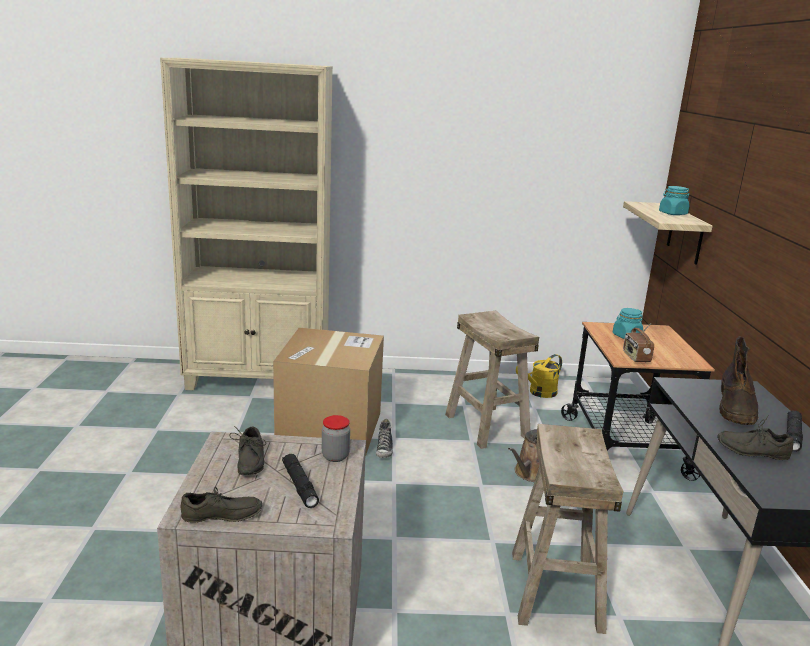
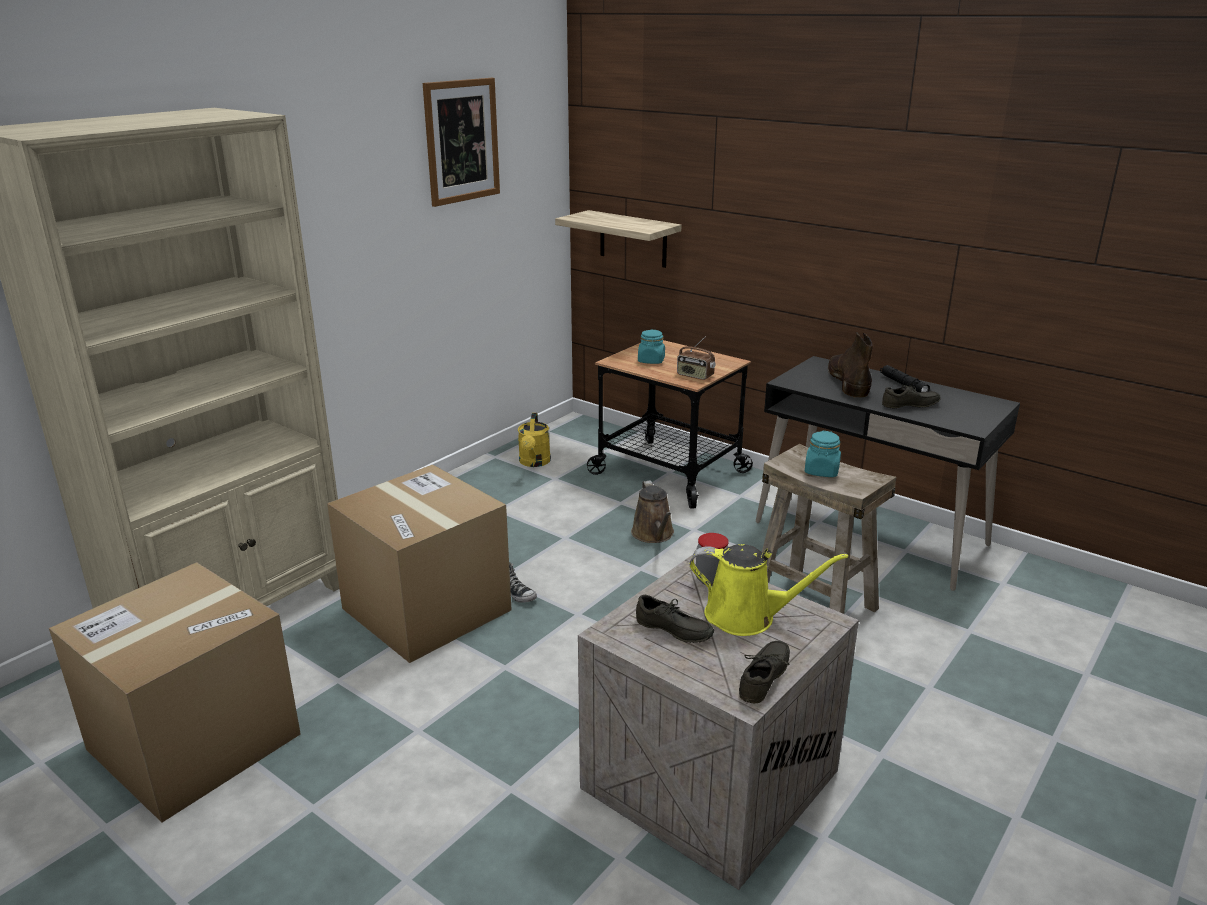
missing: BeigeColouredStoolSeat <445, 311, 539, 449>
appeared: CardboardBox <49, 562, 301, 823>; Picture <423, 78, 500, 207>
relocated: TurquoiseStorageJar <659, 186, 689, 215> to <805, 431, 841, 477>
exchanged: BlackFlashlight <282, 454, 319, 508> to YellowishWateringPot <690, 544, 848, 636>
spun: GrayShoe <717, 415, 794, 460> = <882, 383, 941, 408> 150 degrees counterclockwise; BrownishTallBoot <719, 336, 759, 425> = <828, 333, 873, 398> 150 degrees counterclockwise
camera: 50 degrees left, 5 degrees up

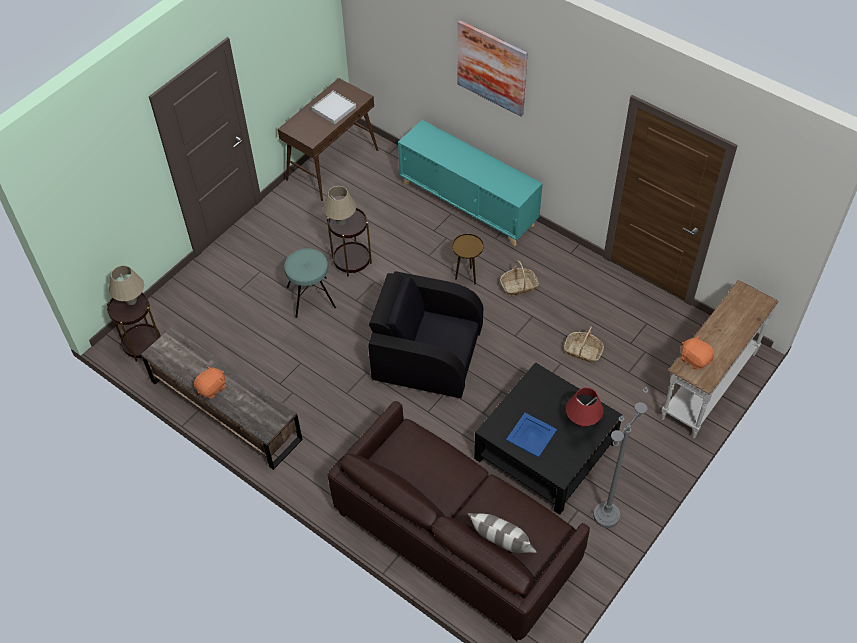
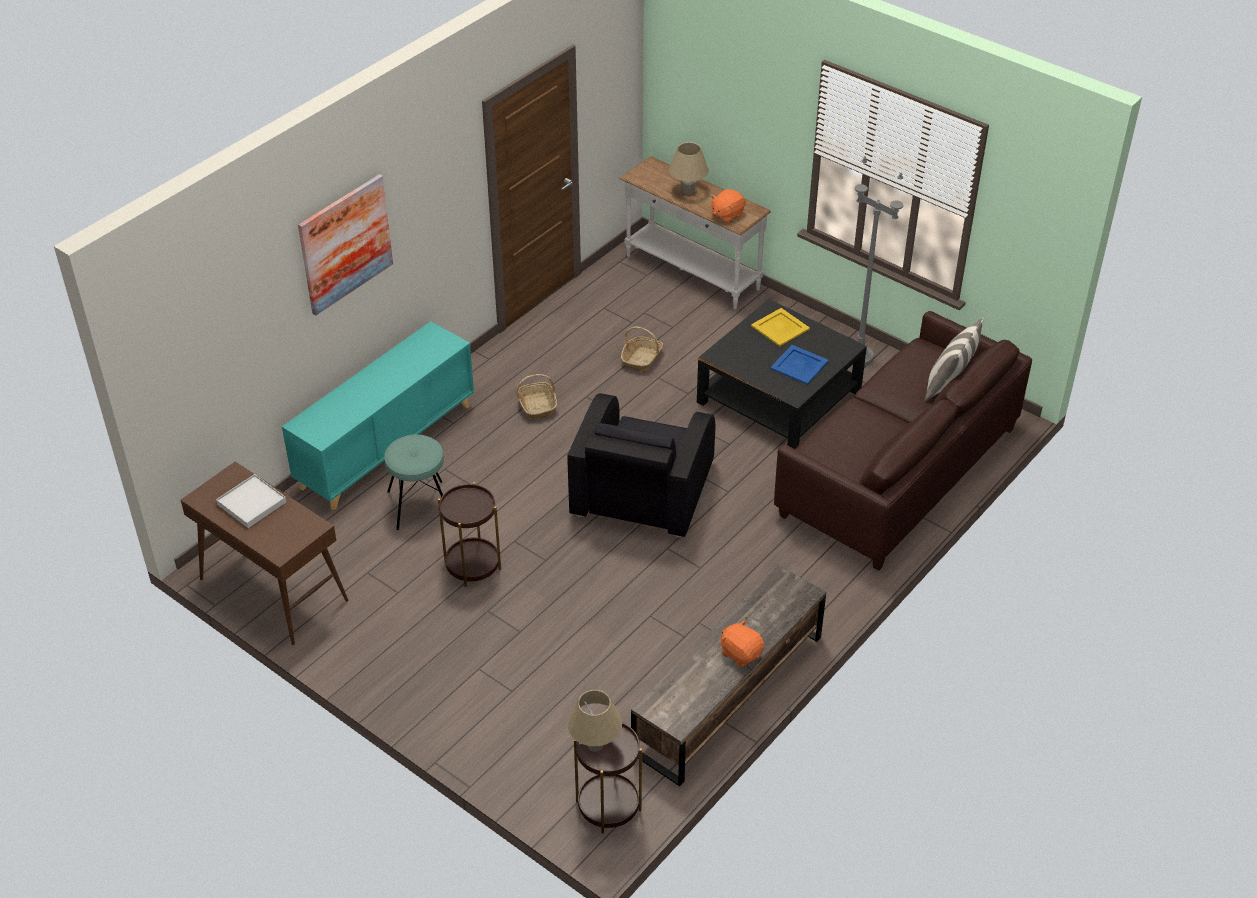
missing: BrownishSideTable <452, 234, 484, 285>
relocated: TurquoiseStoolSeat <284, 248, 336, 318> to <384, 435, 444, 530>; BeigeColouredLampForATable <323, 186, 356, 225> to <669, 142, 709, 195>
exchanged: RedColouredLampForATable <566, 387, 604, 427> to YellowishServingTray <751, 308, 810, 346>
camera: 90 degrees left, 10 degrees down

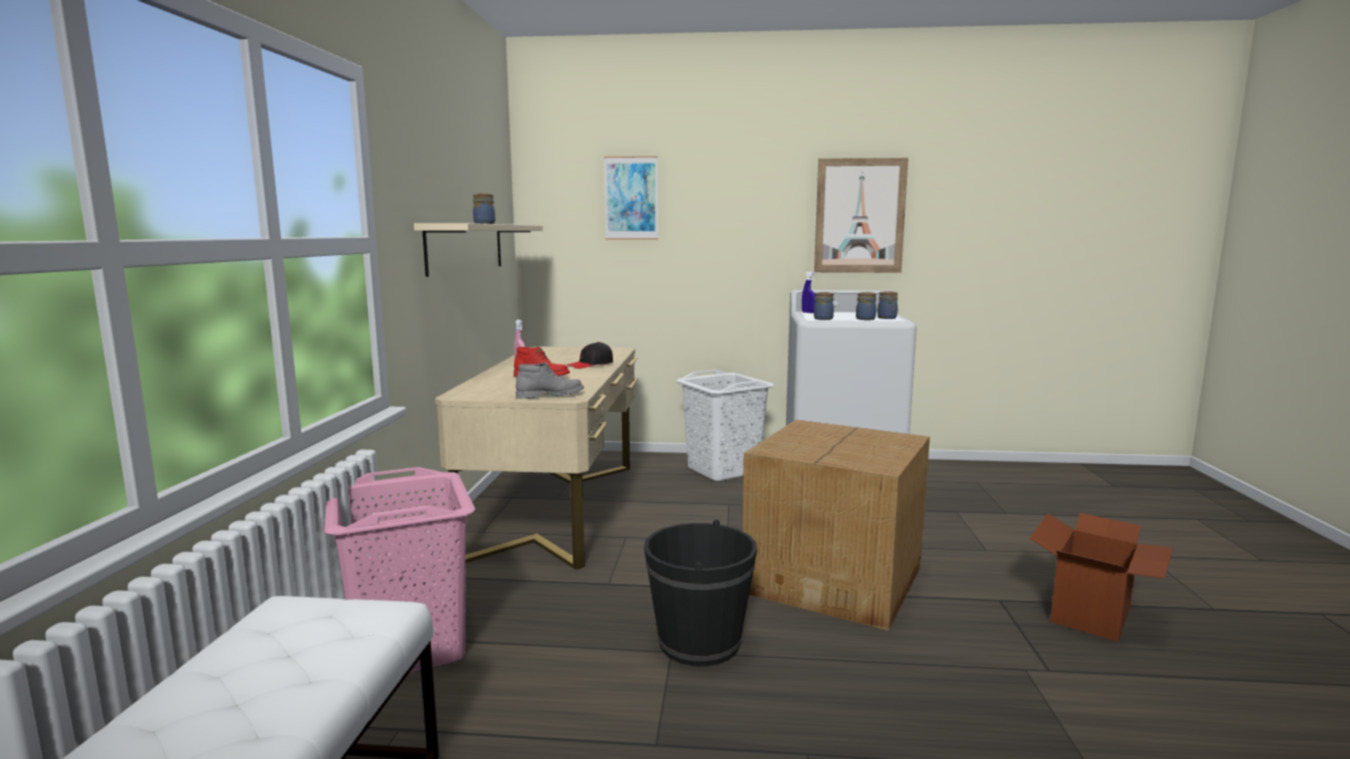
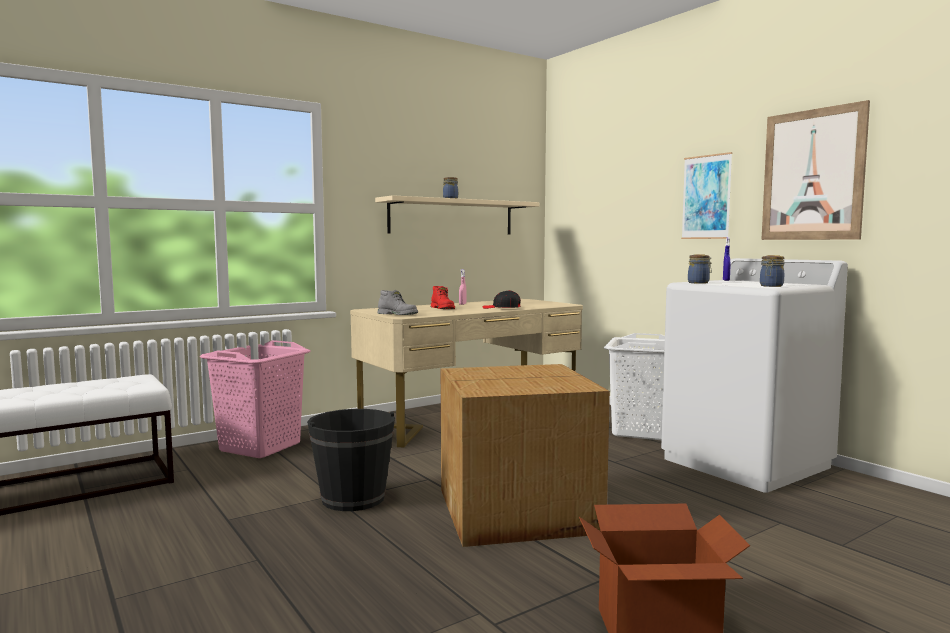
missing: StorageJar <856, 292, 876, 320>
relocated: Picture <604, 156, 658, 240> to <681, 152, 733, 239>
camera: 50 degrees right, 5 degrees down

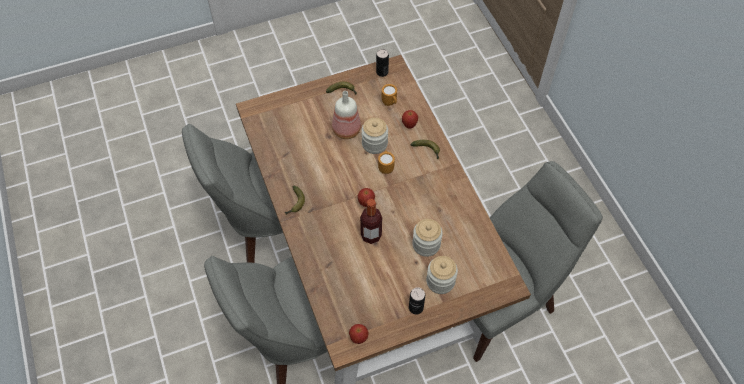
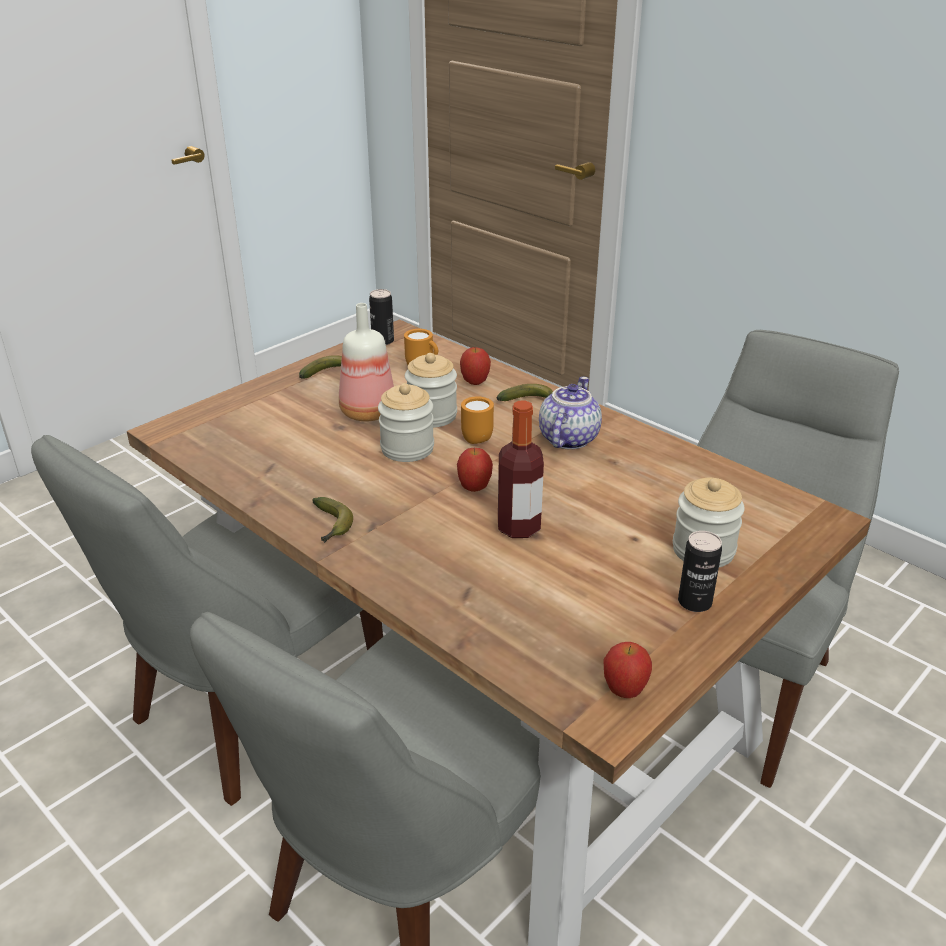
appeared: Teapot <539, 377, 602, 449>
relocated: StorageJar <412, 219, 443, 257> to <378, 383, 434, 462>
camera: 25 degrees left, 25 degrees down

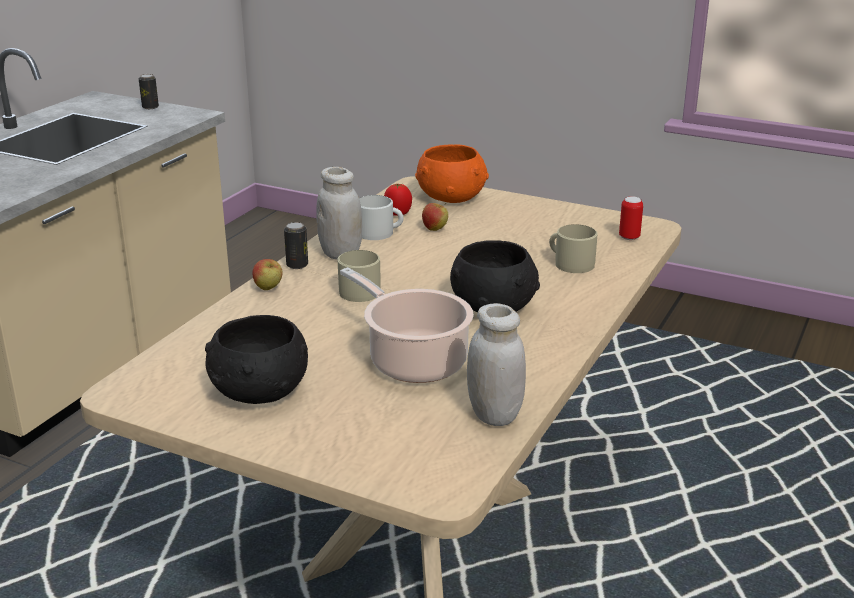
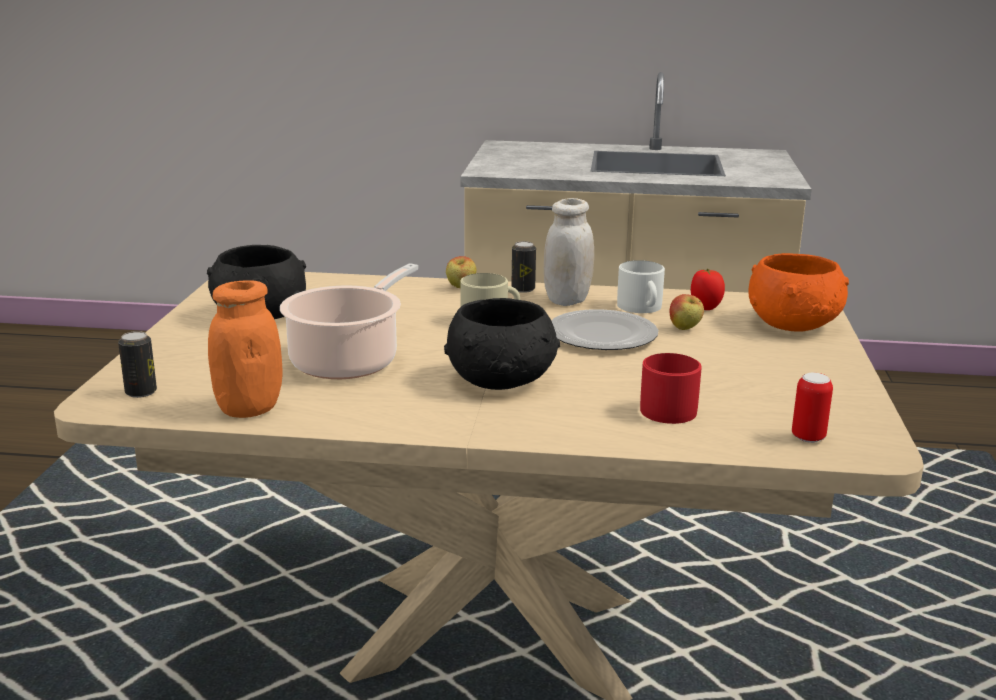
appeared: Plate <551, 309, 658, 350>
relocated: MetalCan <139, 74, 159, 109> to <118, 331, 157, 398>
colour: WhiteStorageJar <467, 303, 526, 426> to OrangeColouredStorageJar <208, 280, 283, 418>; BeigeColouredMug <549, 224, 598, 273> to RedColouredMug <640, 353, 702, 424>
camera: 70 degrees right, 5 degrees down

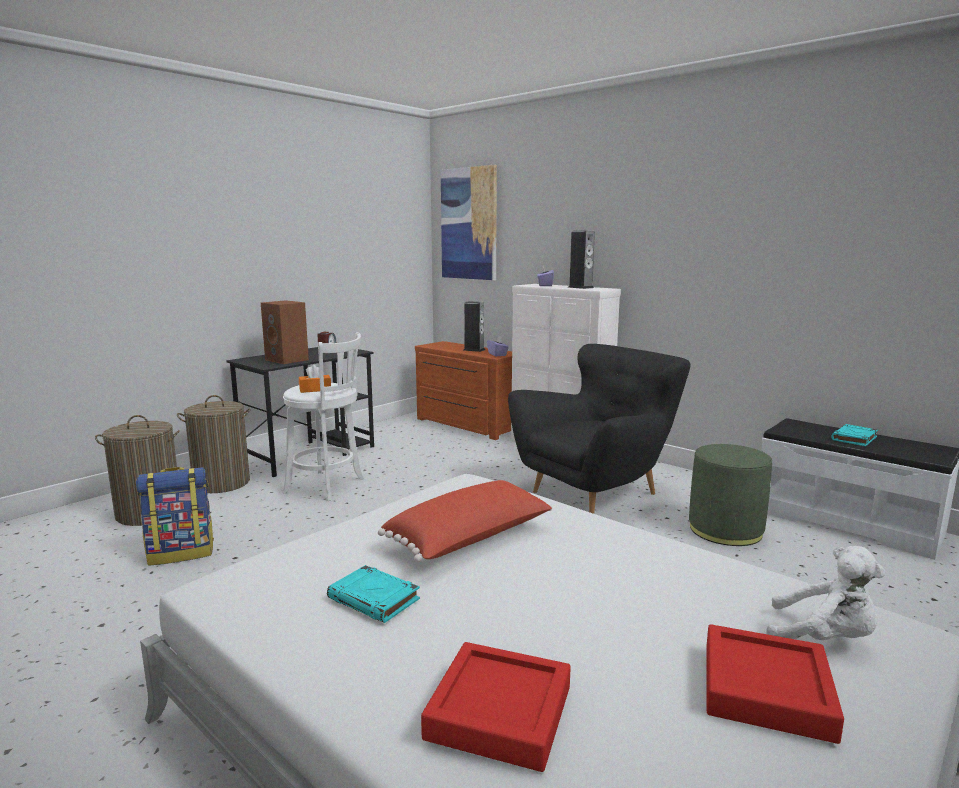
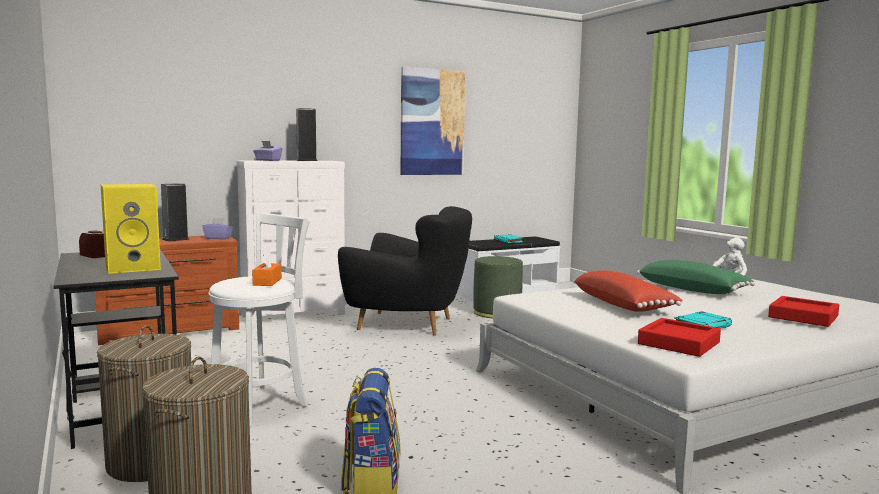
appeared: GreenishThrowPillow <637, 260, 755, 294>
relocated: Picture <441, 165, 497, 280> to <400, 67, 465, 175>; RedColouredServingTray <707, 624, 844, 744> to <638, 318, 721, 357>
colour: BrownishLoudspeaker <261, 300, 309, 364> to YellowishLoudspeaker <101, 184, 161, 274>
spun: BlackArmchair <508, 344, 690, 514> = <338, 206, 472, 336> 120 degrees clockwise
camera: 70 degrees left, 5 degrees down

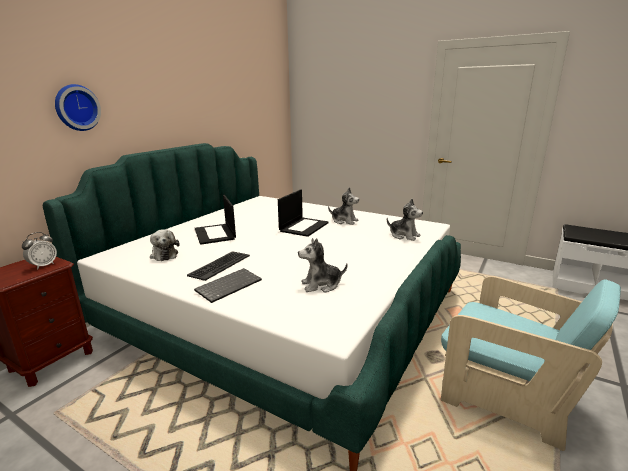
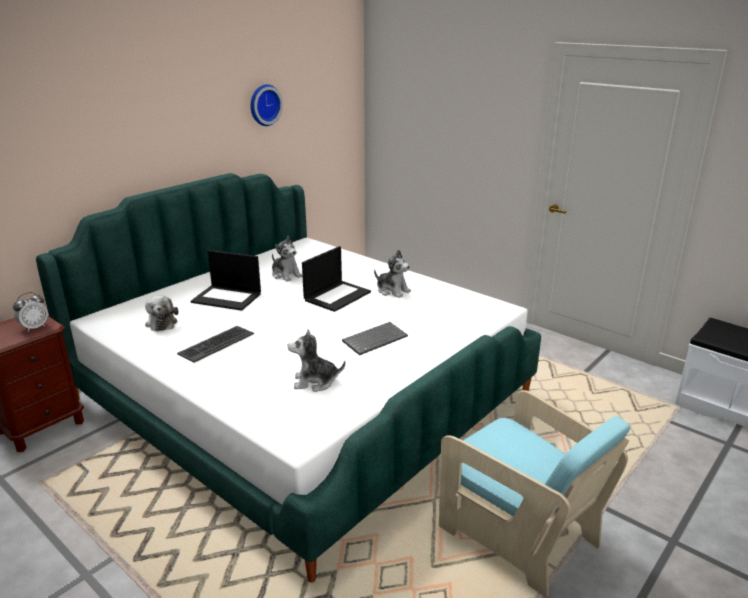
relocated: ClockOnTheWall <55, 84, 101, 131> to <251, 84, 283, 126>; PcKeyboard <194, 268, 262, 303> to <342, 322, 408, 355>; CuddlyToy <387, 199, 423, 241> to <272, 236, 302, 282>
spun: PortableComputer <195, 195, 236, 245> = <191, 250, 261, 311> 60 degrees counterclockwise
camera: 10 degrees right, 5 degrees up

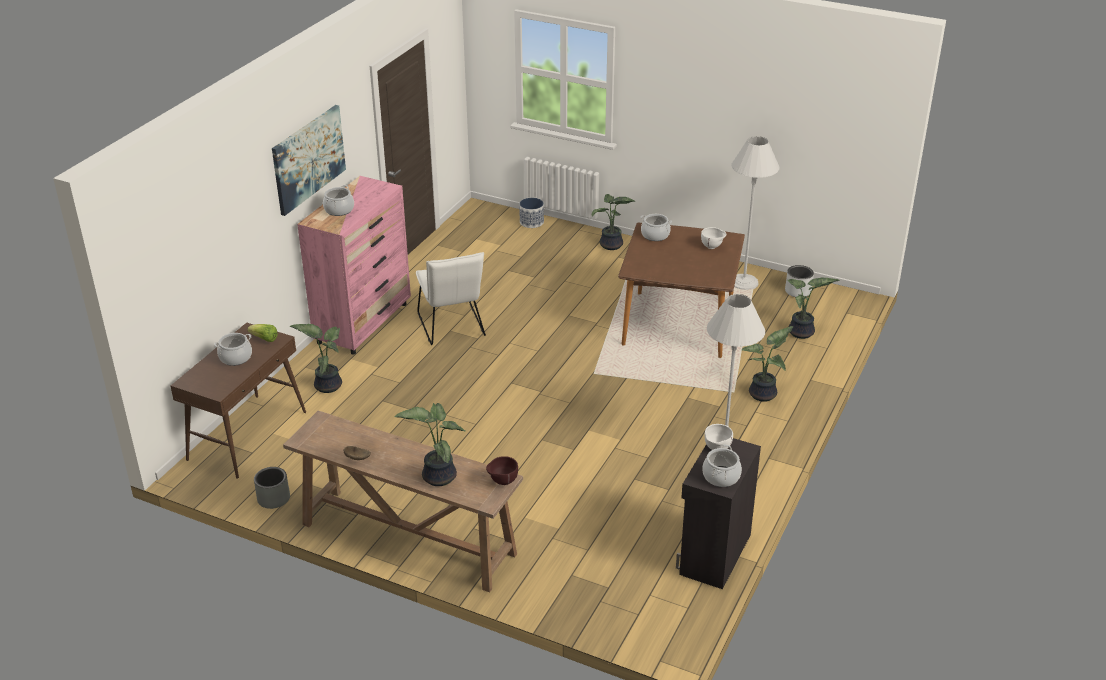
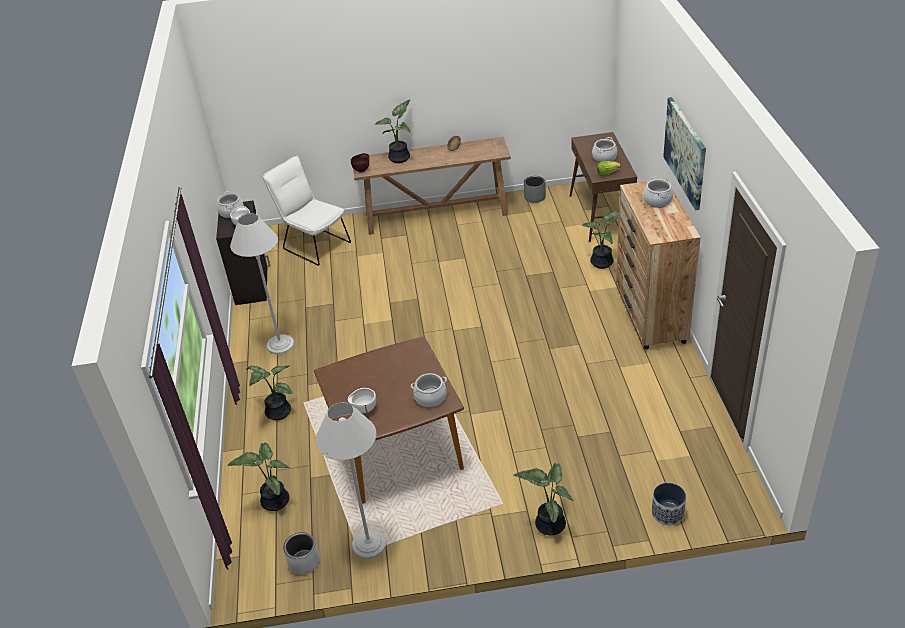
relocated: WhiteChair <416, 252, 486, 345> to <263, 156, 351, 266>
colour: PinkishChestOfDrawers <297, 176, 411, 355> to BrownishChestOfDrawers <616, 179, 701, 349>
camera: 150 degrees right, 5 degrees up

